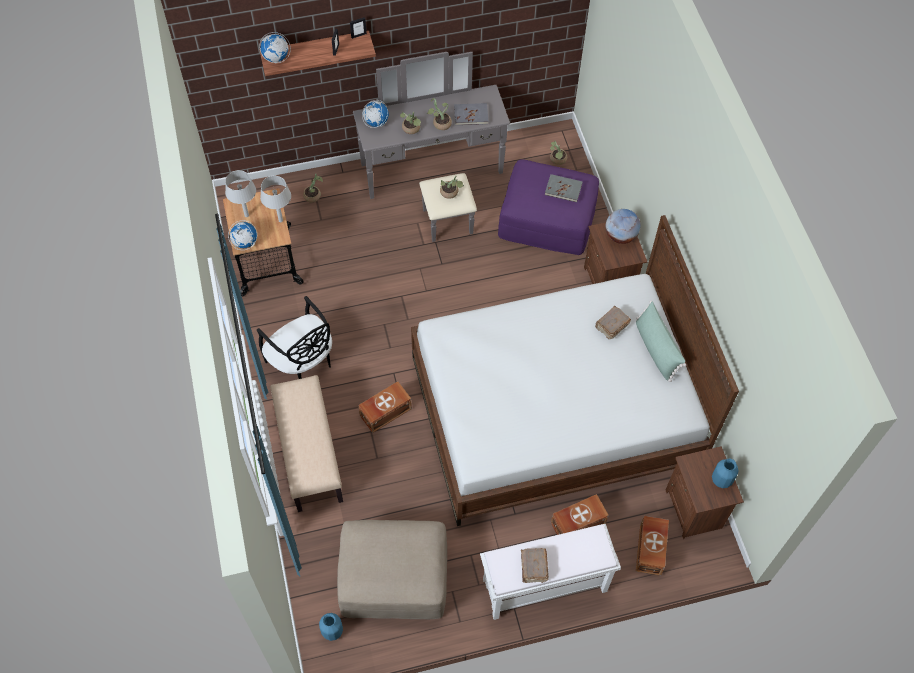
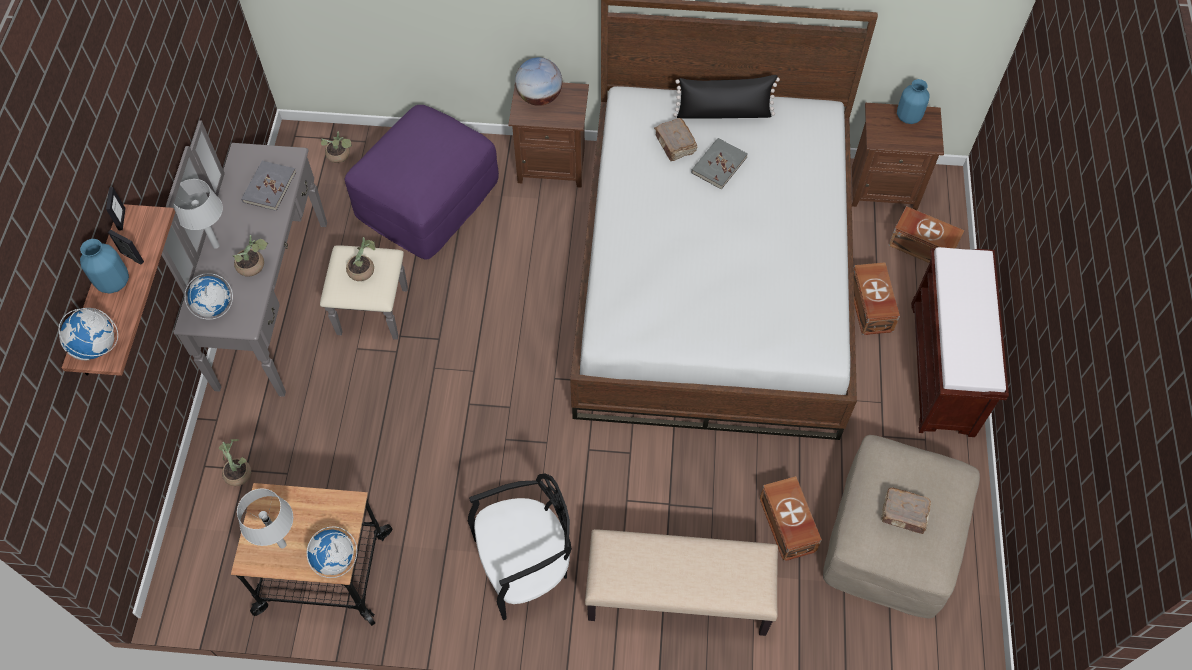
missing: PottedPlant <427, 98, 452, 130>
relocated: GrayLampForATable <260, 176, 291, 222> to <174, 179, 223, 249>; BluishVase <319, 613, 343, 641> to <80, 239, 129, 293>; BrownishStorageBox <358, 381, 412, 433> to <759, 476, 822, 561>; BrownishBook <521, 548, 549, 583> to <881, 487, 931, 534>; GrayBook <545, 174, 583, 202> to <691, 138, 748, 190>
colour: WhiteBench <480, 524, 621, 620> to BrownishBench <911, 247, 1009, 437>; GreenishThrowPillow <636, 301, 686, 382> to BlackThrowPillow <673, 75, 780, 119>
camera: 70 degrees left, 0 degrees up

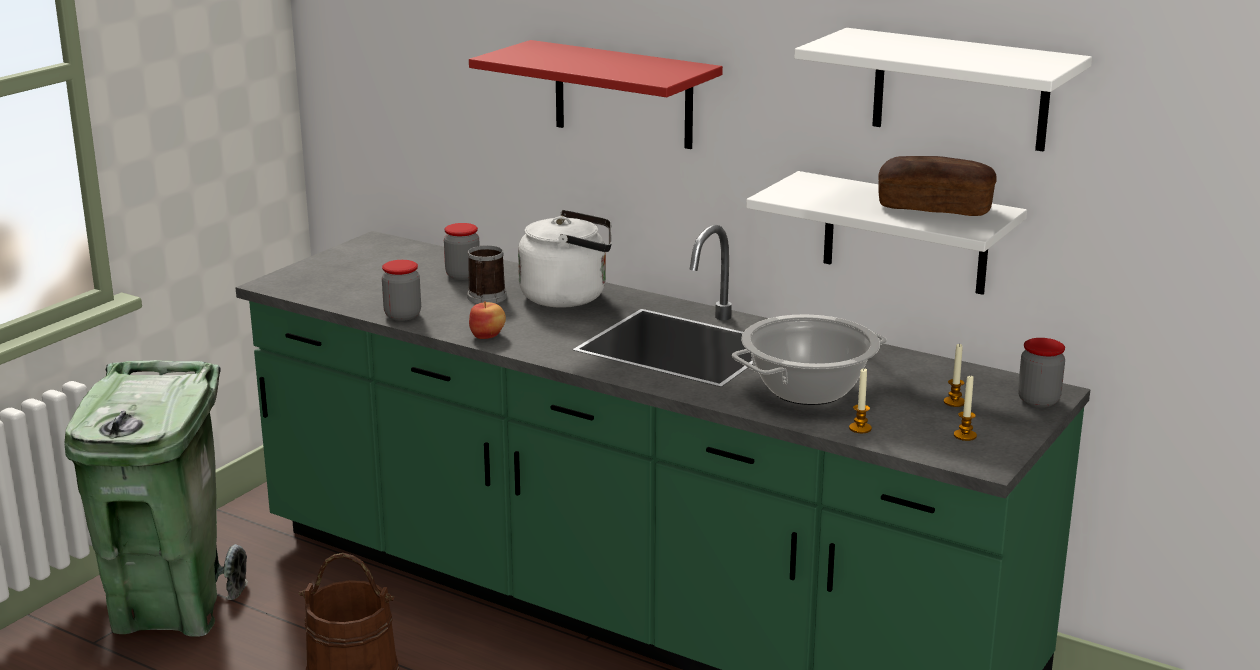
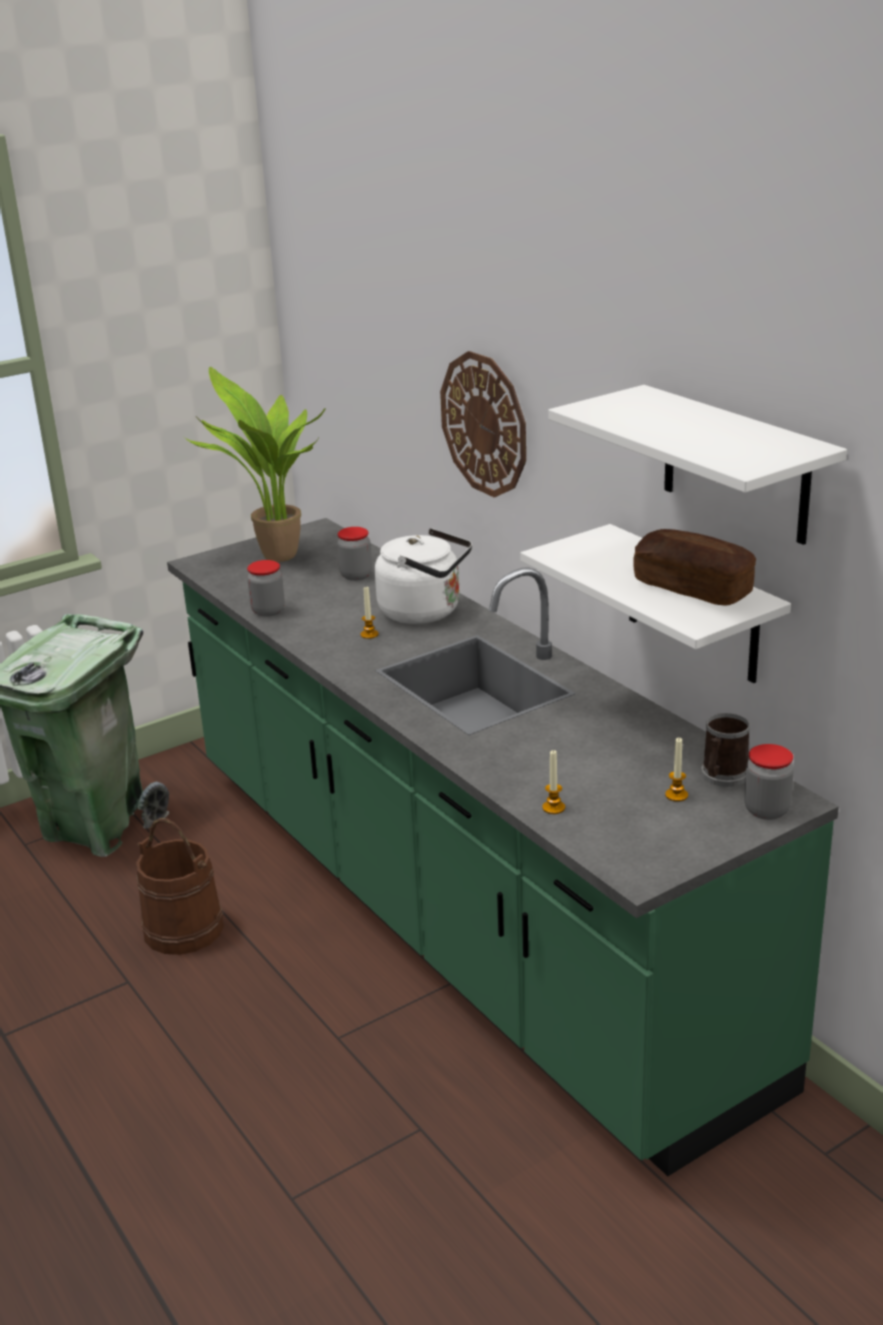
missing: WholeApple <469, 301, 506, 339>; Saucepot <732, 314, 887, 405>
appeared: PottedPlant <184, 367, 326, 562>
relocated: Mug <467, 245, 507, 304> to <701, 713, 750, 787>; Candle <954, 374, 977, 441> to <361, 587, 379, 639>
exchanged: RedColouredBracketShelf <469, 40, 723, 149> to ClockOnTheWall <440, 351, 526, 497>
camera: 25 degrees right, 5 degrees up

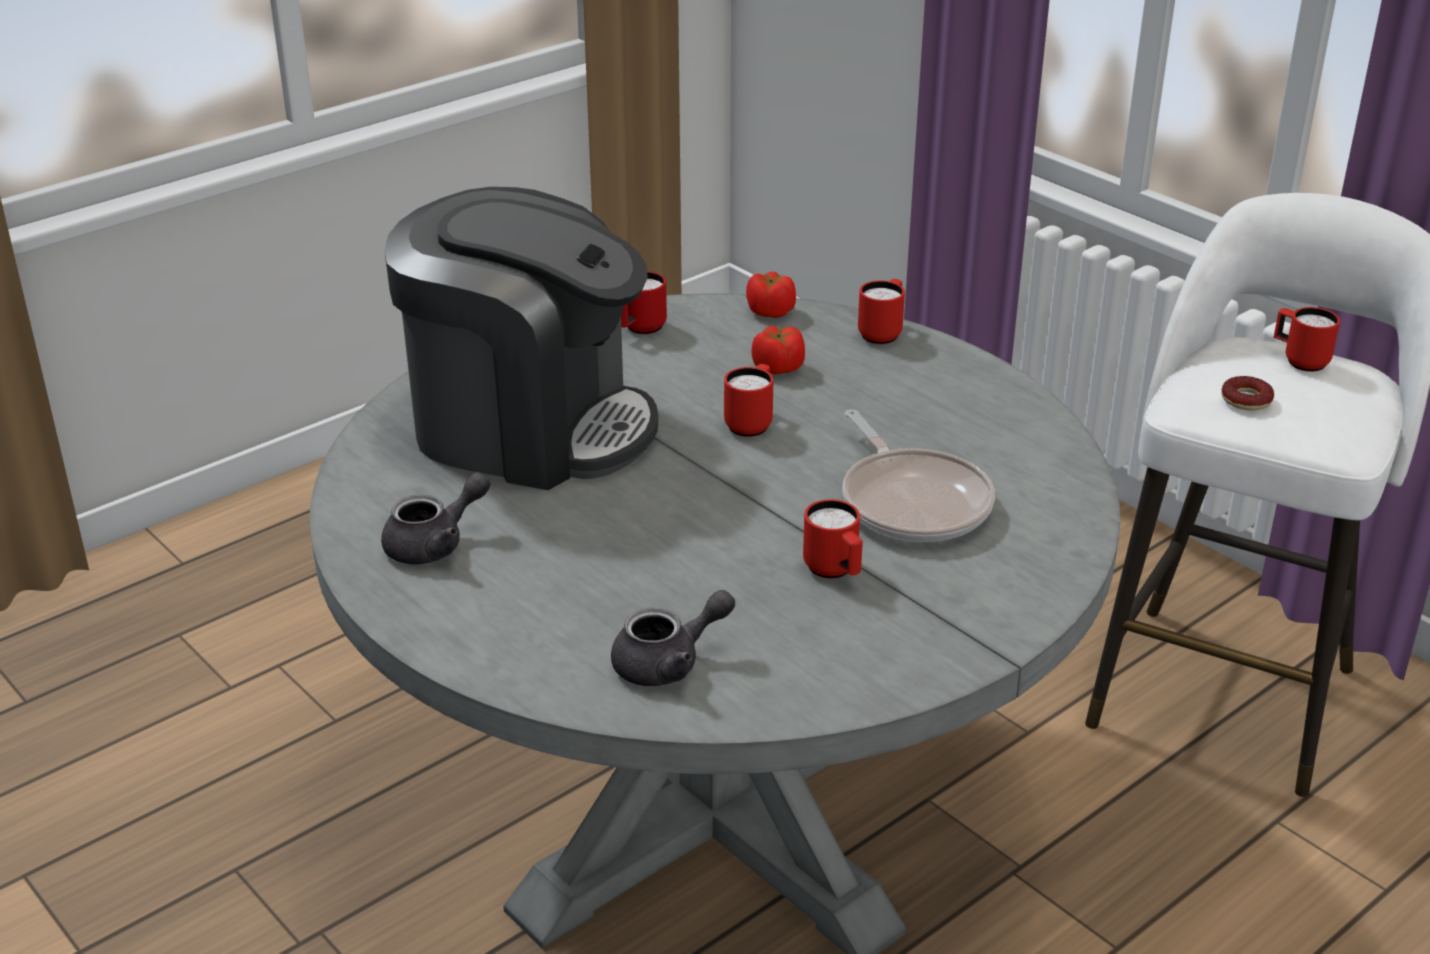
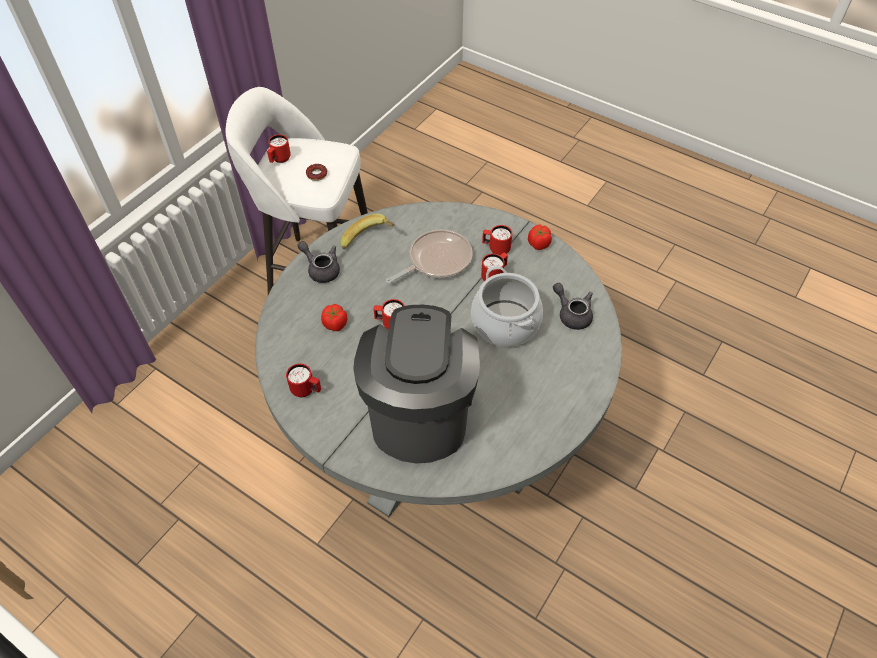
appeared: WholeBanana <340, 214, 395, 250>; Saucepot <471, 266, 543, 347>
relocated: GrayTeapot <381, 472, 491, 565> to <297, 241, 340, 283>; FreshTomato <746, 272, 796, 318> to <528, 225, 552, 250>; RedColouredMug <858, 279, 905, 344> to <482, 225, 512, 255>
camera: 105 degrees left, 20 degrees up

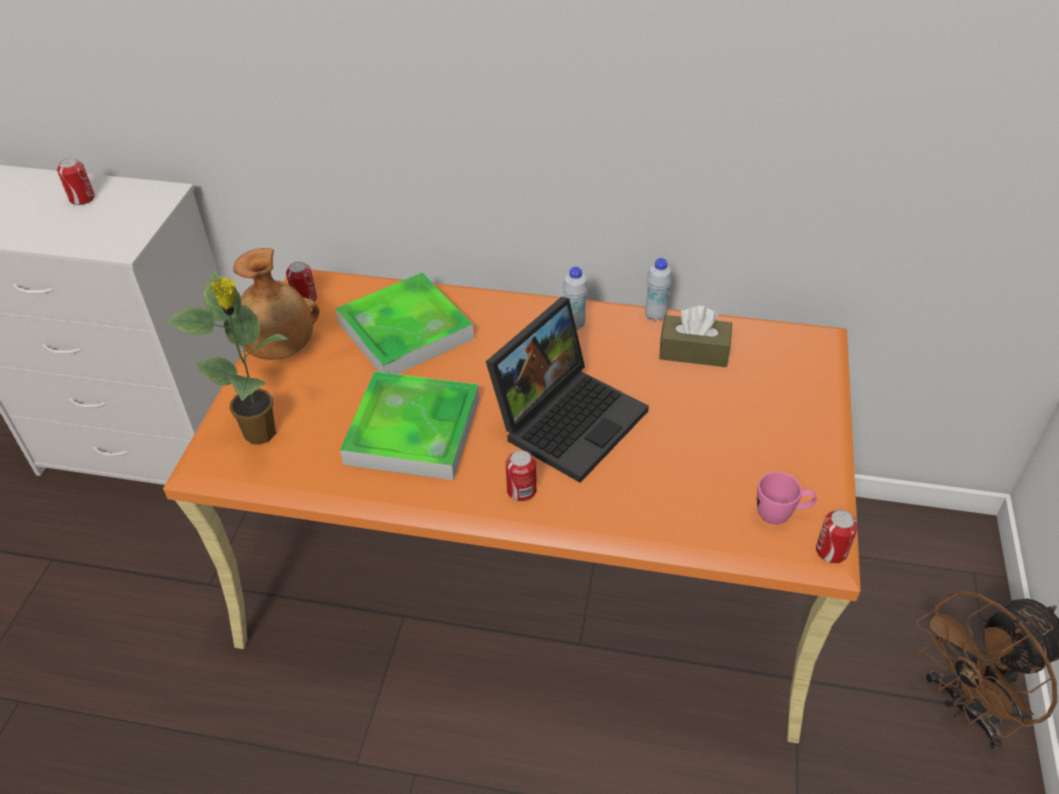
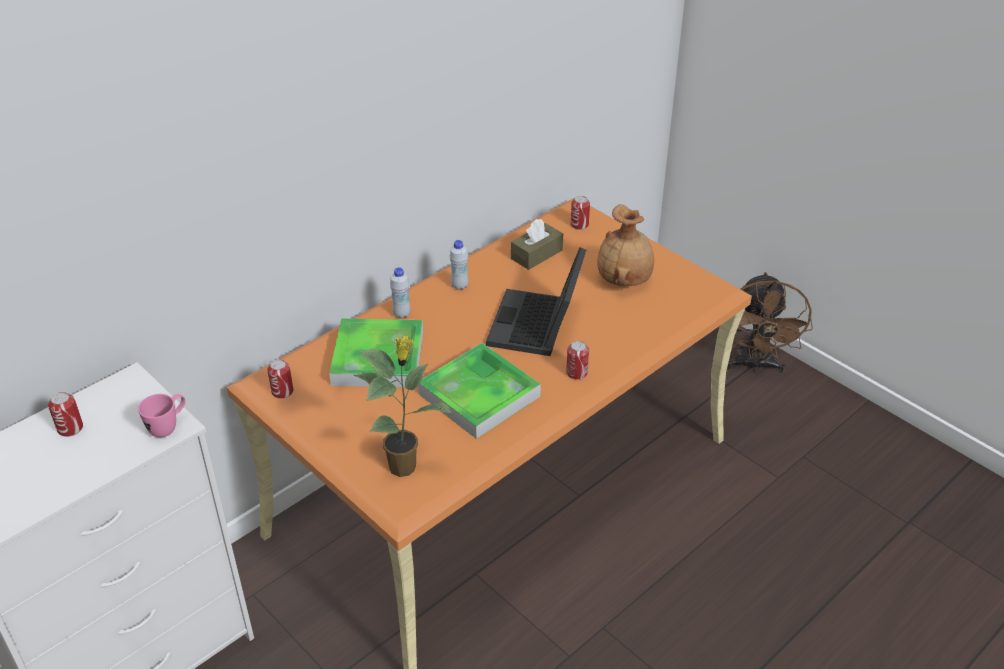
relocated: BrownishVase <227, 248, 320, 360> to <597, 204, 654, 286>; WhiteBottle <645, 258, 672, 322> to <390, 267, 410, 318>; PinkishMug <757, 471, 817, 524> to <138, 394, 185, 438>; MetalCan <816, 510, 858, 563> to <571, 196, 590, 230>
spun: PortableComputer <486, 297, 649, 483> = <486, 247, 586, 356> 150 degrees counterclockwise
camera: 55 degrees left, 5 degrees down

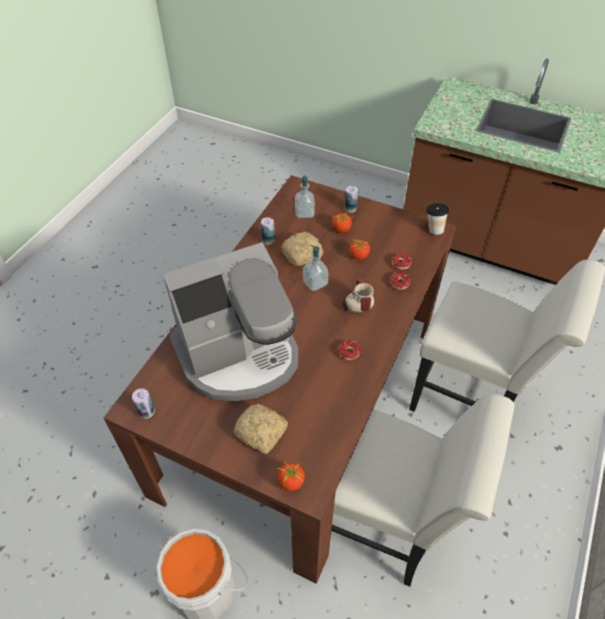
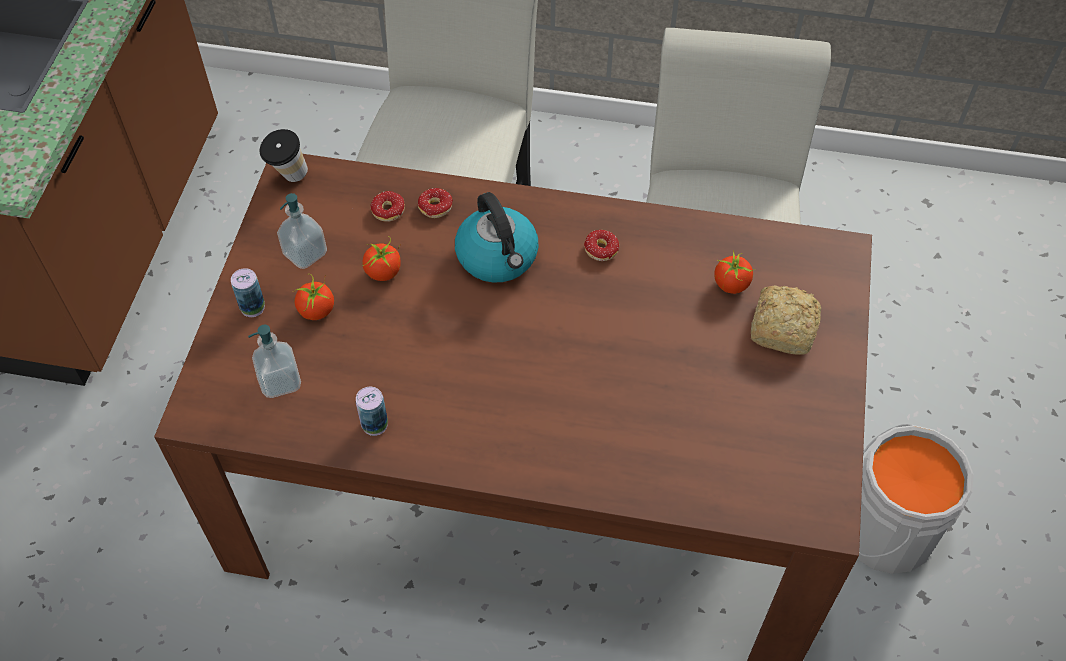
missing: MetalCan <132, 388, 155, 419>; CoffeeBrewer <163, 242, 298, 401>; BakedBread <281, 232, 323, 266>
relocated: FreshTomato <277, 459, 305, 491> to <714, 250, 756, 294>; SoapDispenser <303, 245, 328, 291> to <277, 193, 327, 269>
exchanged: Mug <342, 279, 374, 312> to TeaKettle <455, 192, 539, 282>
camera: 105 degrees left, 5 degrees up

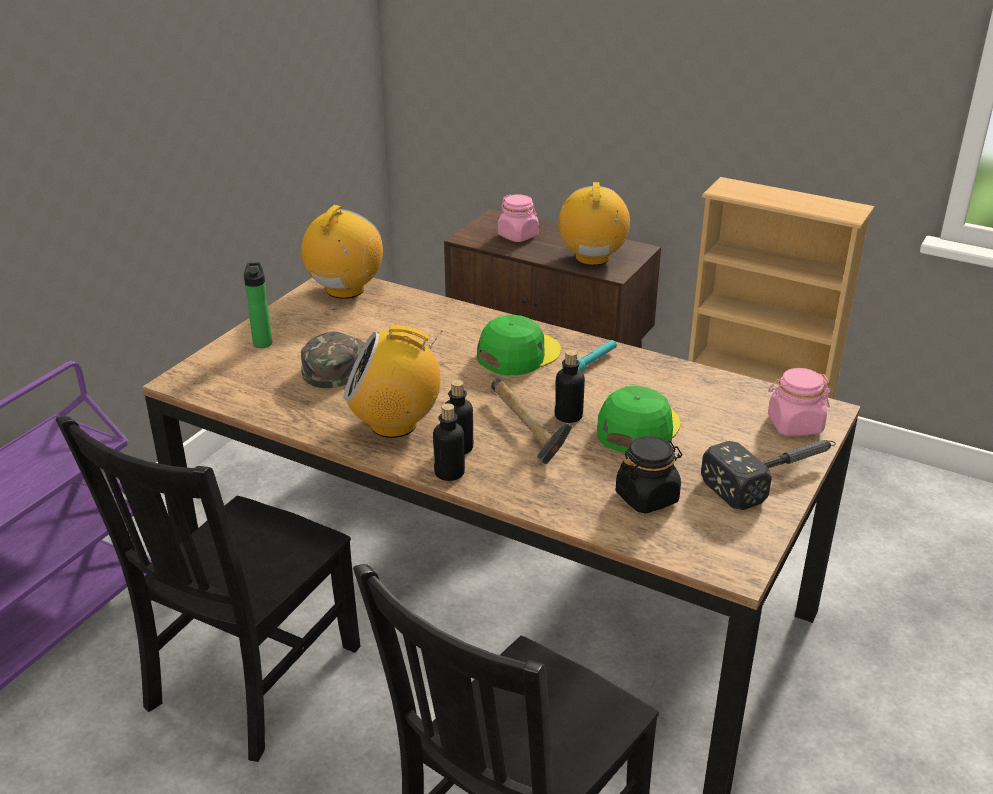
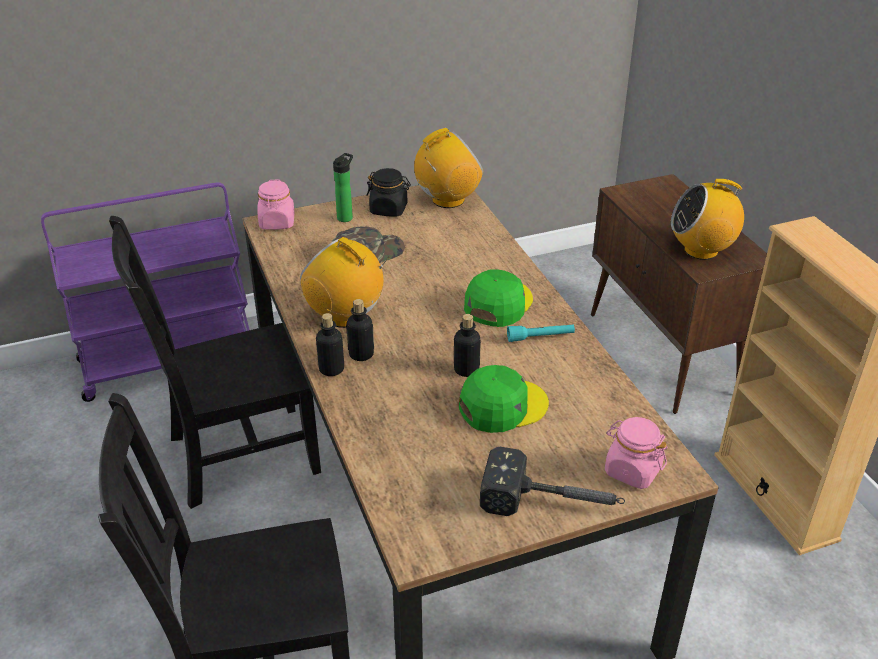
missing: Hammer <491, 377, 572, 464>
relocated: PinkishStorageJar <498, 194, 539, 242> to <257, 180, 295, 230>; BlackStorageJar <616, 436, 682, 514> to <366, 168, 411, 217>
spun: GreenishPeakedCap <477, 315, 561, 375> = <464, 269, 533, 327> 60 degrees counterclockwise; Radio <558, 182, 630, 266> = <671, 179, 744, 260> 135 degrees counterclockwise
camera: 40 degrees right, 5 degrees up

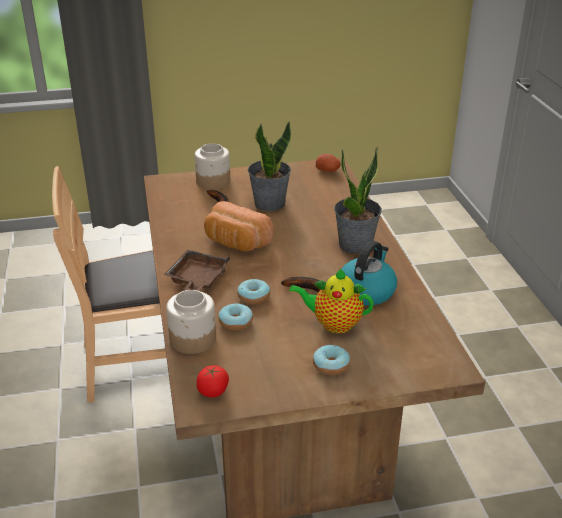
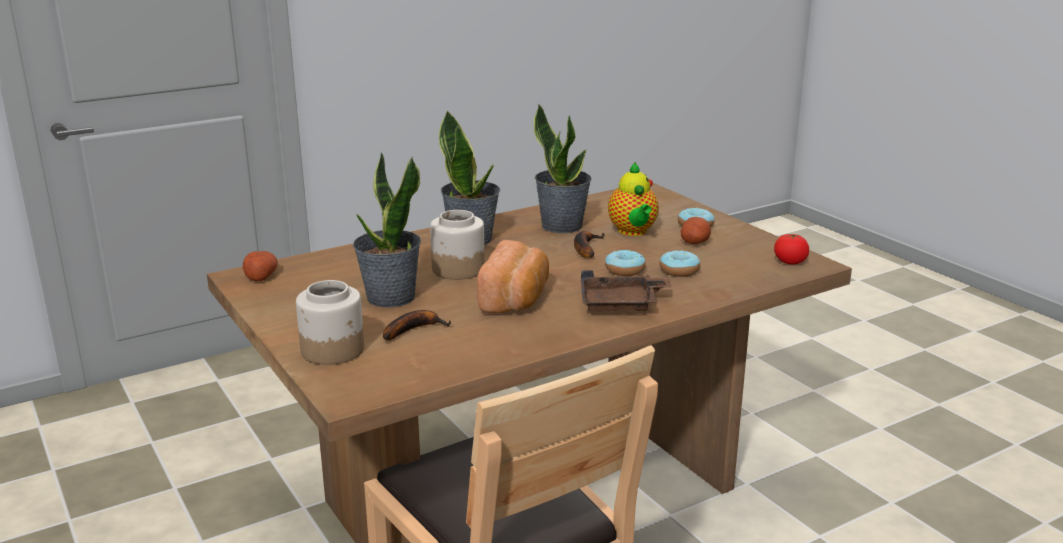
appeared: Potato <680, 217, 711, 244>
relocated: StorageJar <166, 290, 216, 354> to <430, 210, 485, 280>
exchanged: TeaKettle <341, 241, 397, 306> to PottedPlant <534, 104, 591, 233>
camera: 110 degrees left, 10 degrees down

